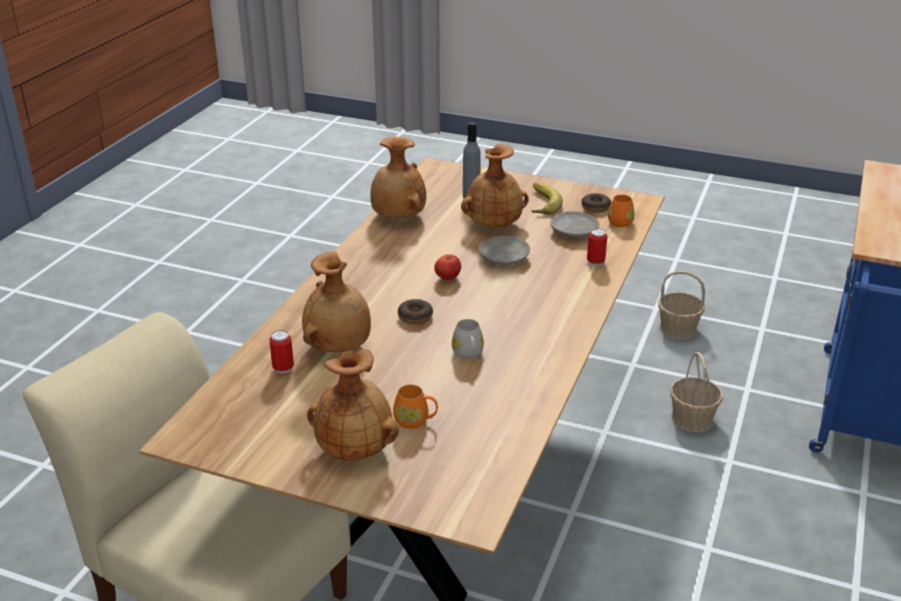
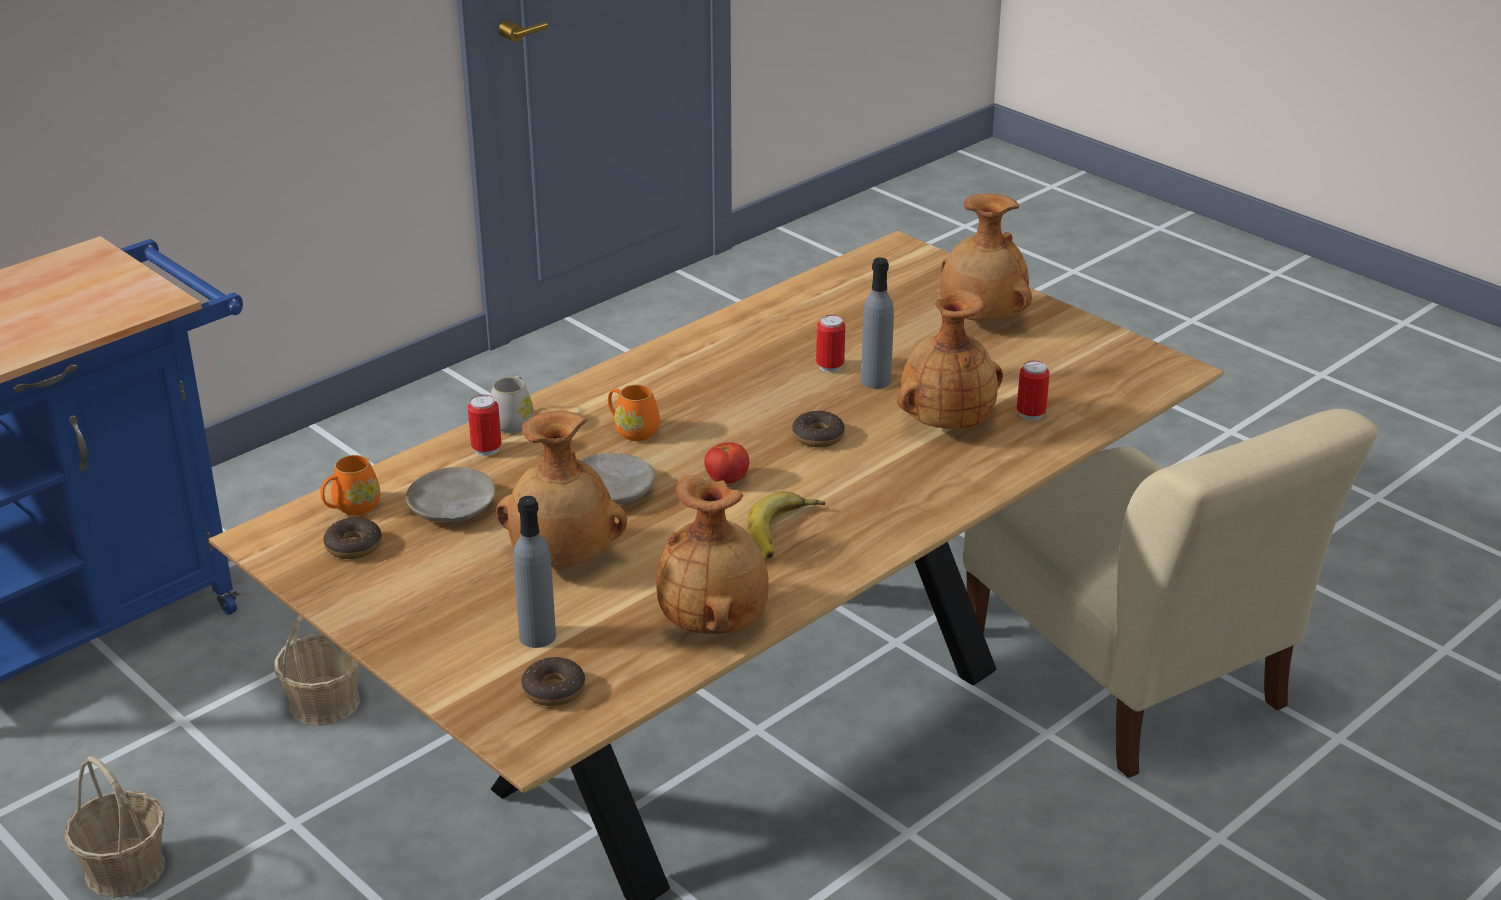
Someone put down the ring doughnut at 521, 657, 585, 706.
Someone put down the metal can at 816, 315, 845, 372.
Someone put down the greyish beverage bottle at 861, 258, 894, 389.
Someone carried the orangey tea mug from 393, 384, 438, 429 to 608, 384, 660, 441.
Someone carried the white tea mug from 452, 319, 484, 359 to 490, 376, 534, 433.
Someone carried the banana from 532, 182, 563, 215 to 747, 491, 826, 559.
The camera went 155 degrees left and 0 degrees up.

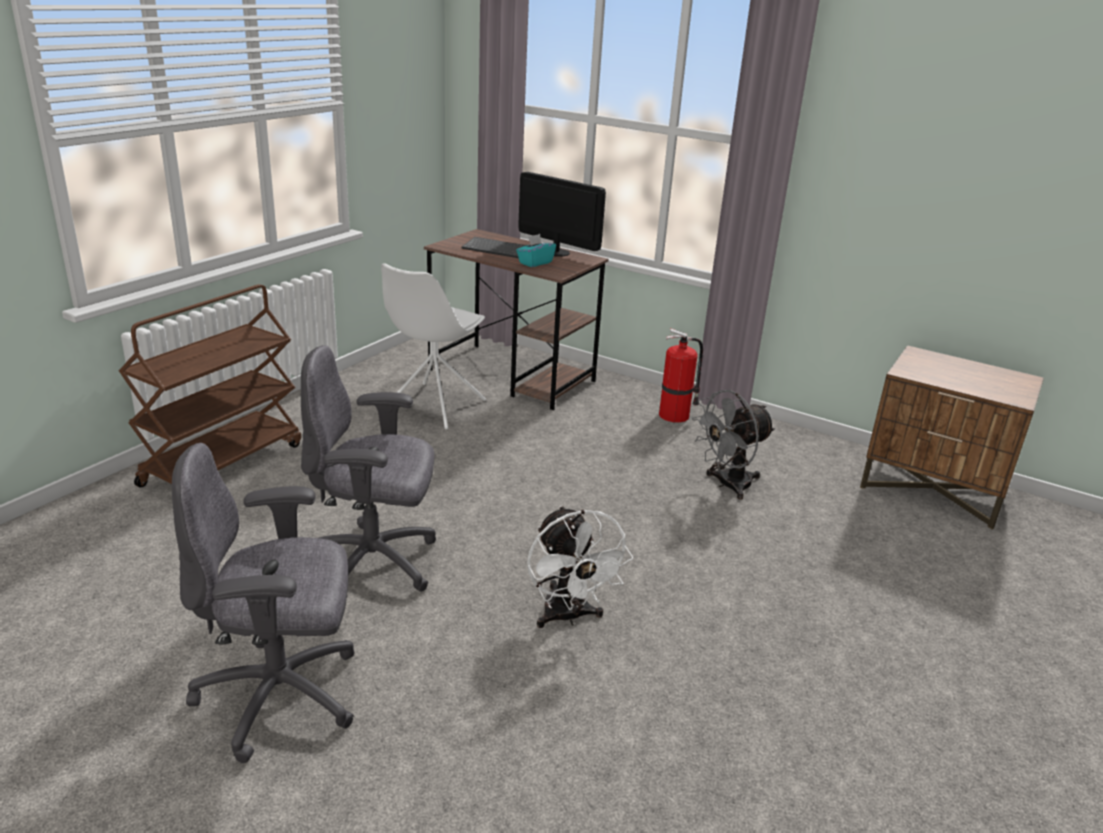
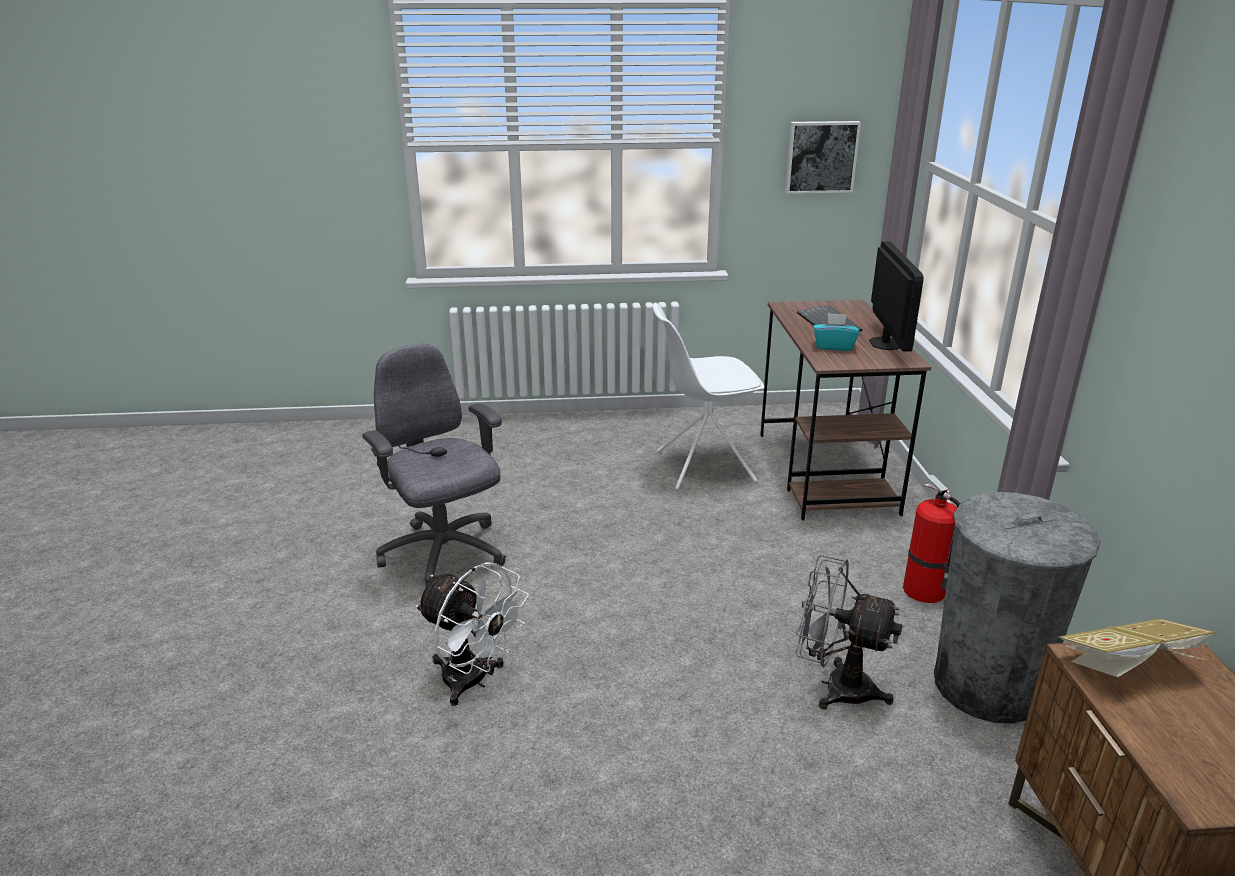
Someone took away the brownish cart at 119, 284, 301, 487.
Someone took away the greyish desk chair at 172, 443, 354, 763.
Someone put up the wall picture at 785, 121, 861, 194.
Someone put down the greyish trash can at 934, 492, 1101, 724.
Someone put down the bound book at 1058, 619, 1216, 677.
Someone rotated the white electric fan at 527, 506, 633, 628 by 90 degrees counterclockwise.
The camera went 55 degrees right and 0 degrees up.

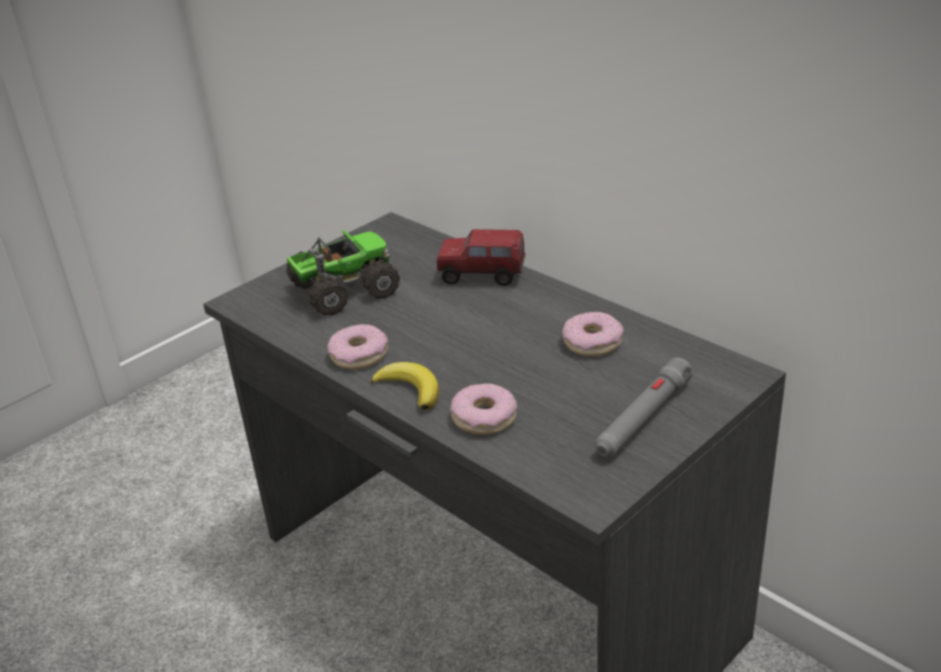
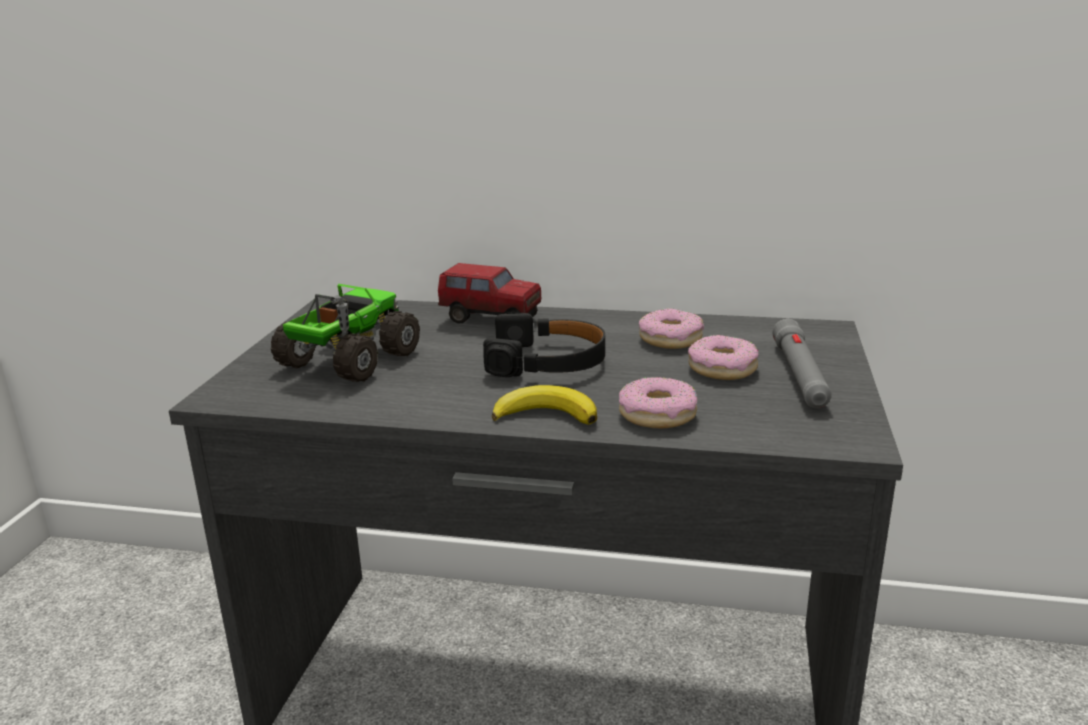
Someone put down the black-coloured headset at 483, 312, 605, 377.
Someone carried the ring doughnut from 327, 324, 388, 369 to 688, 335, 758, 380.
Someone rotated the toy lorry at 437, 229, 525, 286 by 135 degrees counterclockwise.
The camera went 35 degrees left and 10 degrees down.

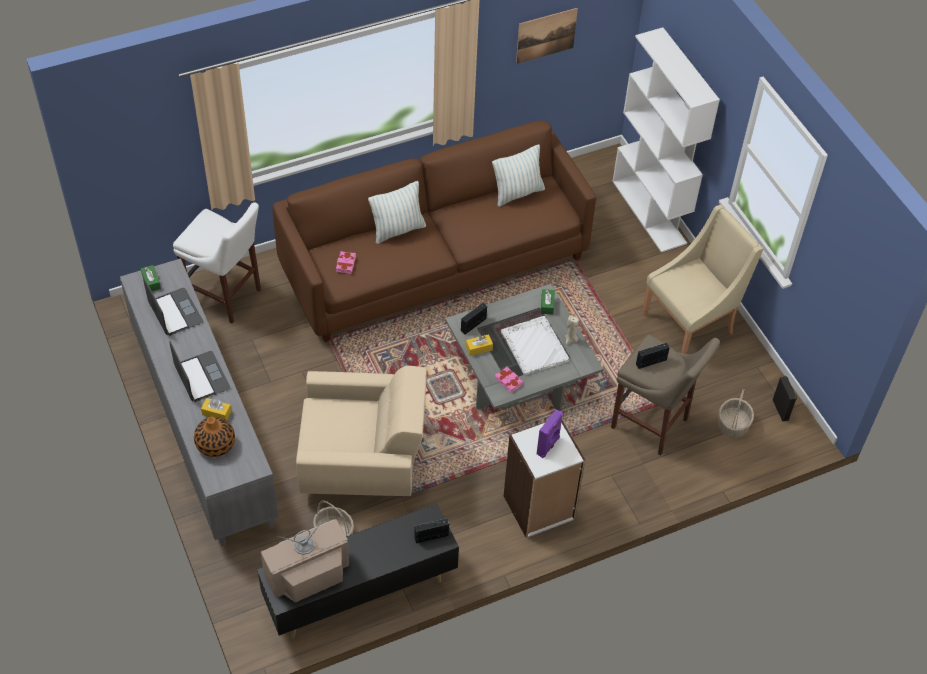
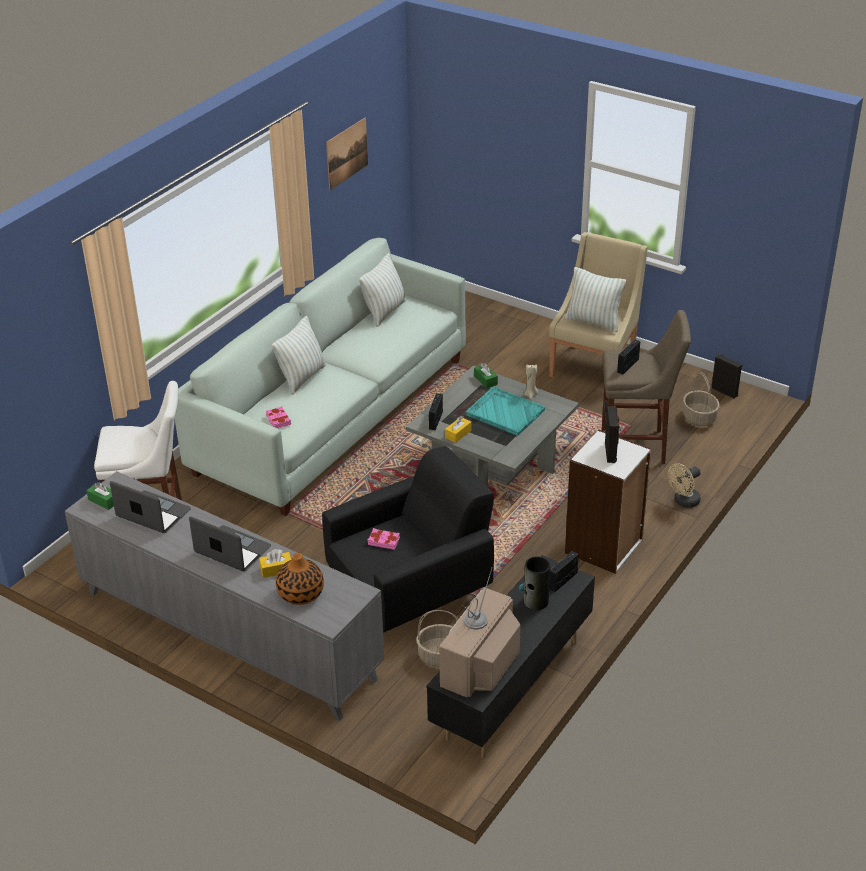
Someone took away the white bookcase at 612, 27, 720, 253.
Someone put down the decorative vase at 519, 556, 550, 610.
Someone put down the throw pillow at 565, 267, 627, 332.
Someone put down the beige electric fan at 668, 463, 701, 508.
Someone carried the pinkish bound book from 495, 367, 523, 393 to 368, 528, 400, 550.
Someone repainted the brownish couch at 273, 120, 596, 342, which became the white couch at 175, 238, 466, 516.
Someone repainted the beige armchair at 296, 366, 427, 496, which became the black-coloured armchair at 322, 446, 494, 632.
Someone repainted the white serving tray at 501, 316, 569, 375, which became the turquoise serving tray at 466, 387, 545, 436.
Someone repainted the purple audio speaker at 537, 409, 563, 458, which became the black-coloured audio speaker at 605, 406, 619, 463.
The camera went 30 degrees left and 15 degrees down.

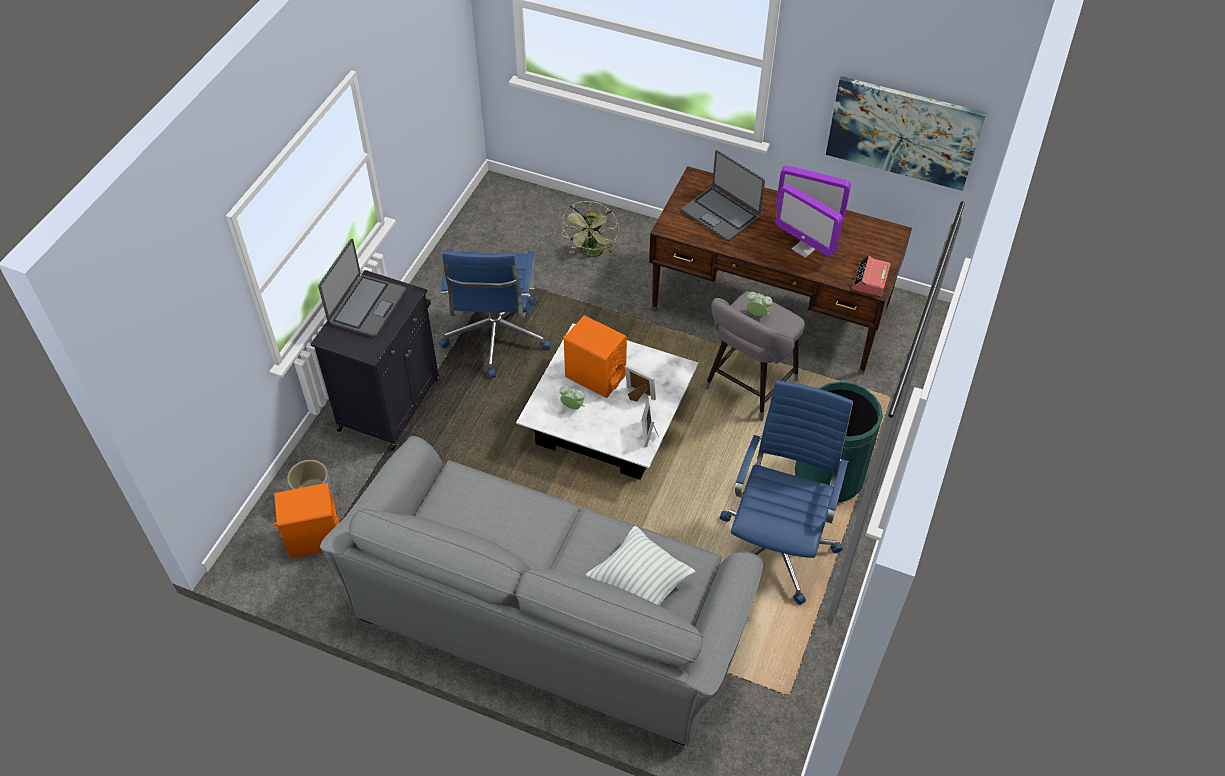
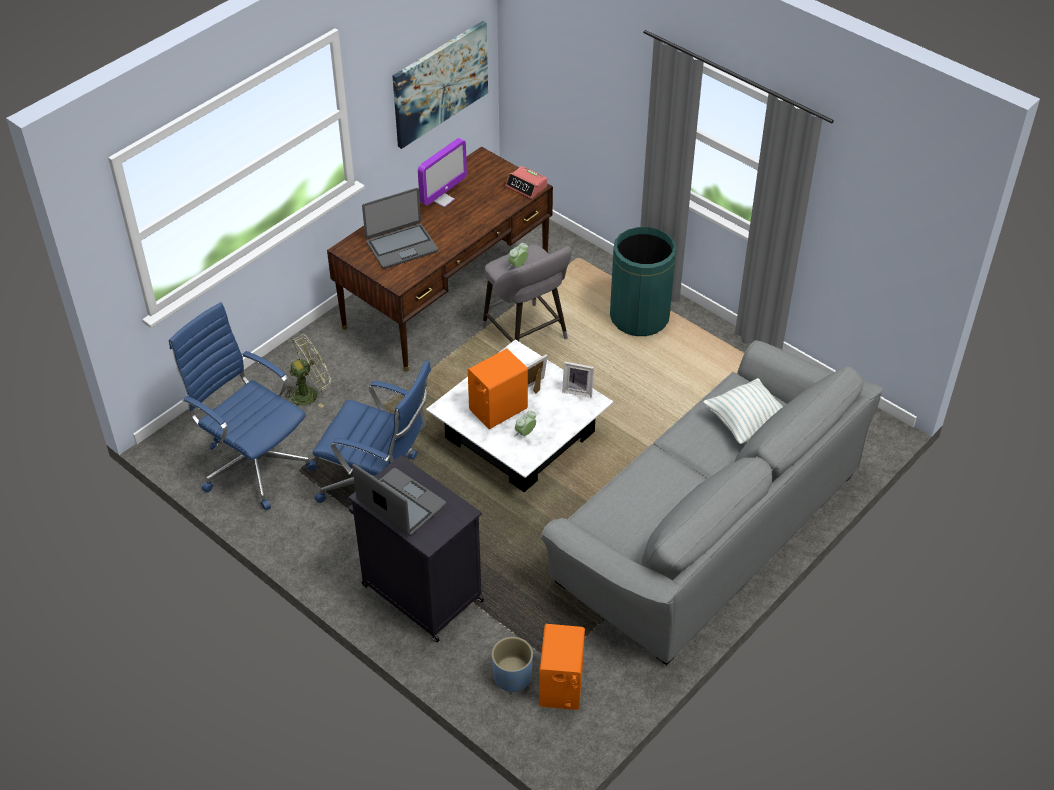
Someone took away the computer screen at 776, 184, 843, 258.
Someone carried the bluish desk chair from 720, 380, 853, 605 to 169, 302, 317, 510.
Someone rotated the green-coloured electric fan at 562, 201, 619, 257 by 60 degrees counterclockwise.
The camera went 70 degrees left and 5 degrees down.

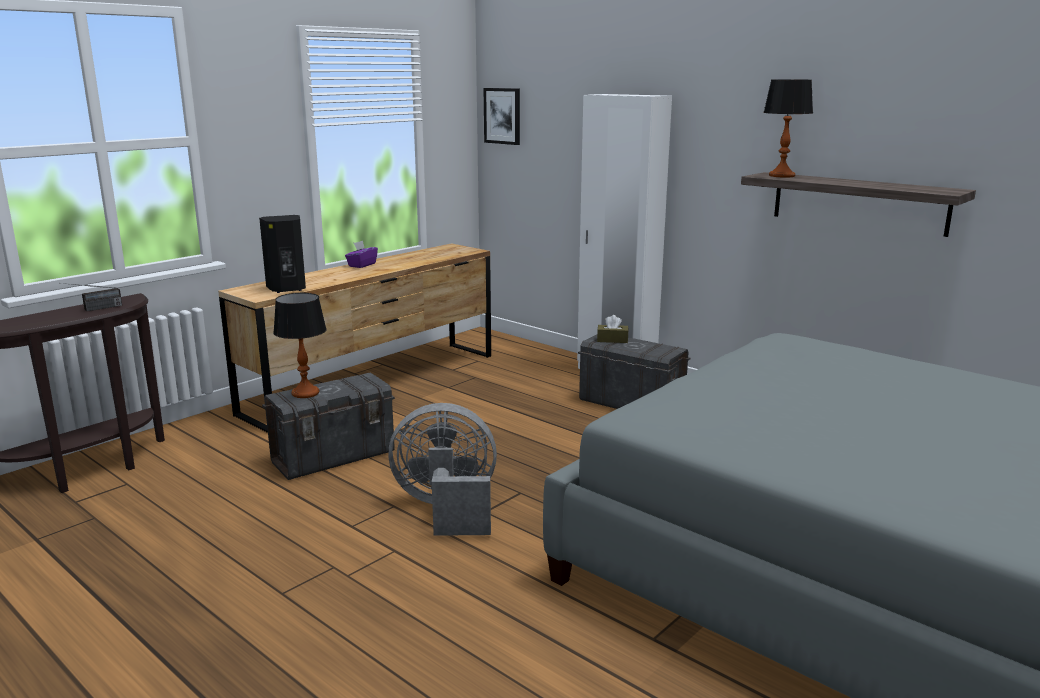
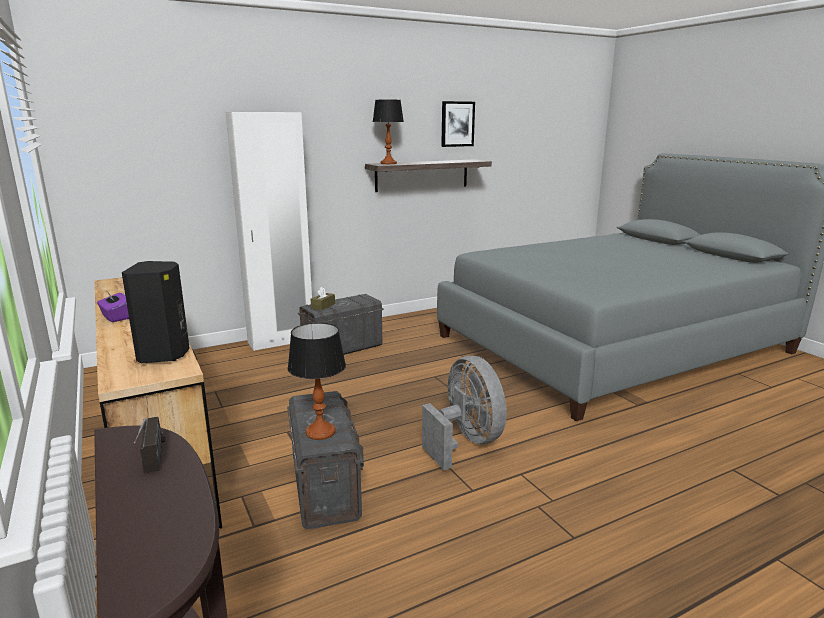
Someone carried the wall picture from 484, 88, 520, 145 to 441, 101, 475, 147.
Someone rotated the greyish electric fan at 388, 403, 497, 536 by 135 degrees clockwise.
The camera went 70 degrees left and 0 degrees up.

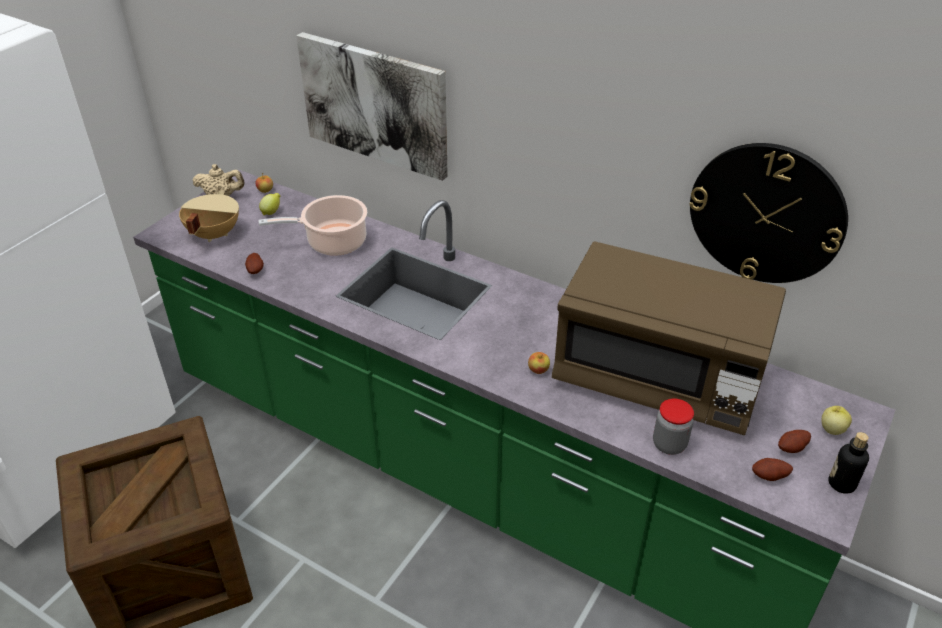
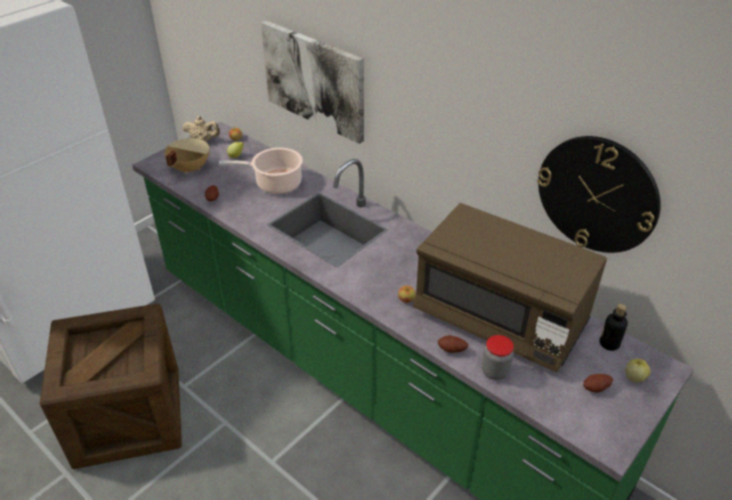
Someone carried the potato from 752, 458, 793, 481 to 438, 335, 469, 353.
Someone carried the beverage bottle from 828, 432, 869, 494 to 599, 304, 628, 351.
The camera went 10 degrees right and 0 degrees up.

